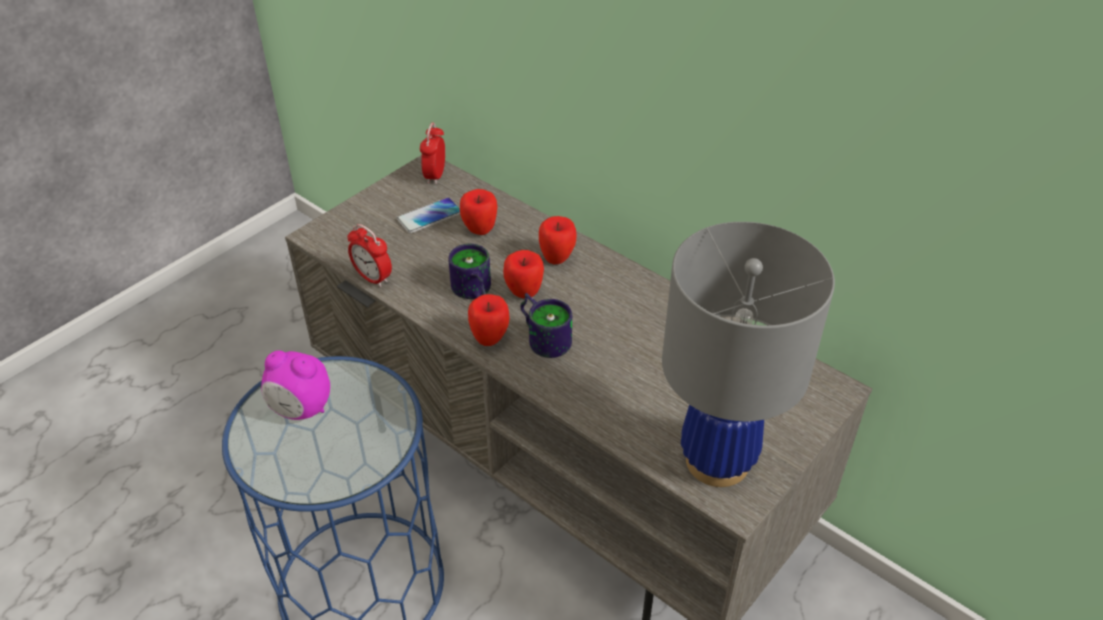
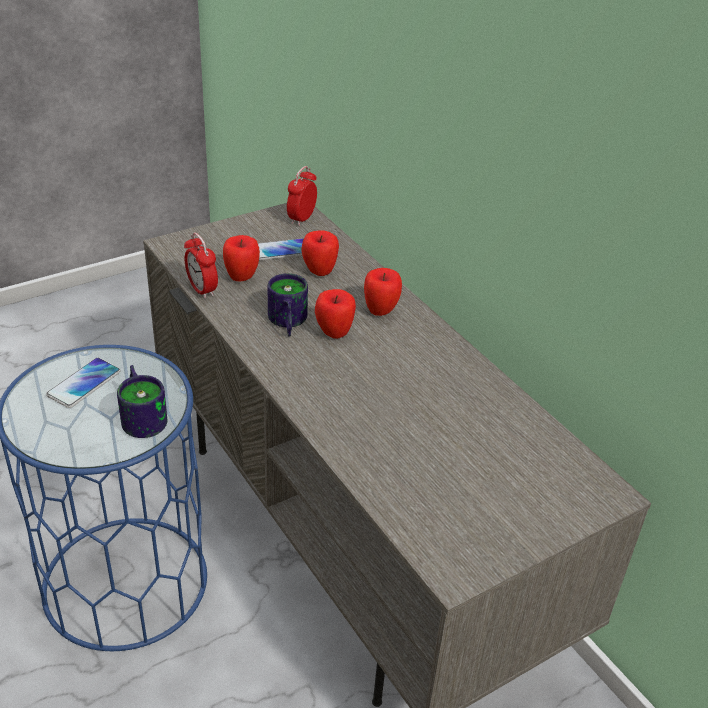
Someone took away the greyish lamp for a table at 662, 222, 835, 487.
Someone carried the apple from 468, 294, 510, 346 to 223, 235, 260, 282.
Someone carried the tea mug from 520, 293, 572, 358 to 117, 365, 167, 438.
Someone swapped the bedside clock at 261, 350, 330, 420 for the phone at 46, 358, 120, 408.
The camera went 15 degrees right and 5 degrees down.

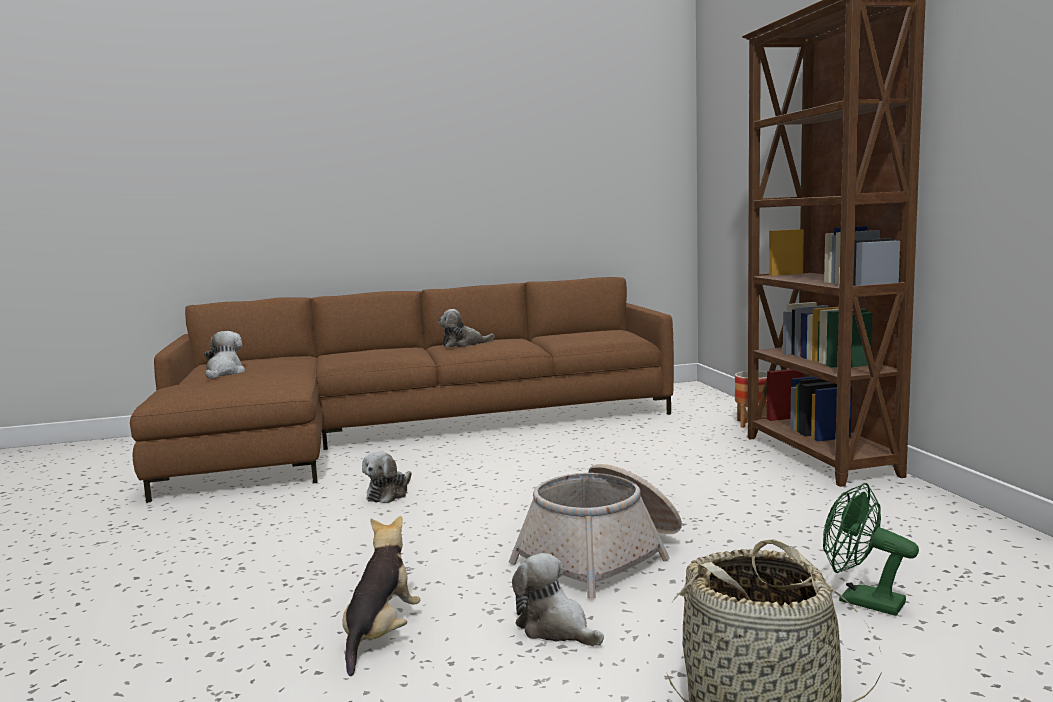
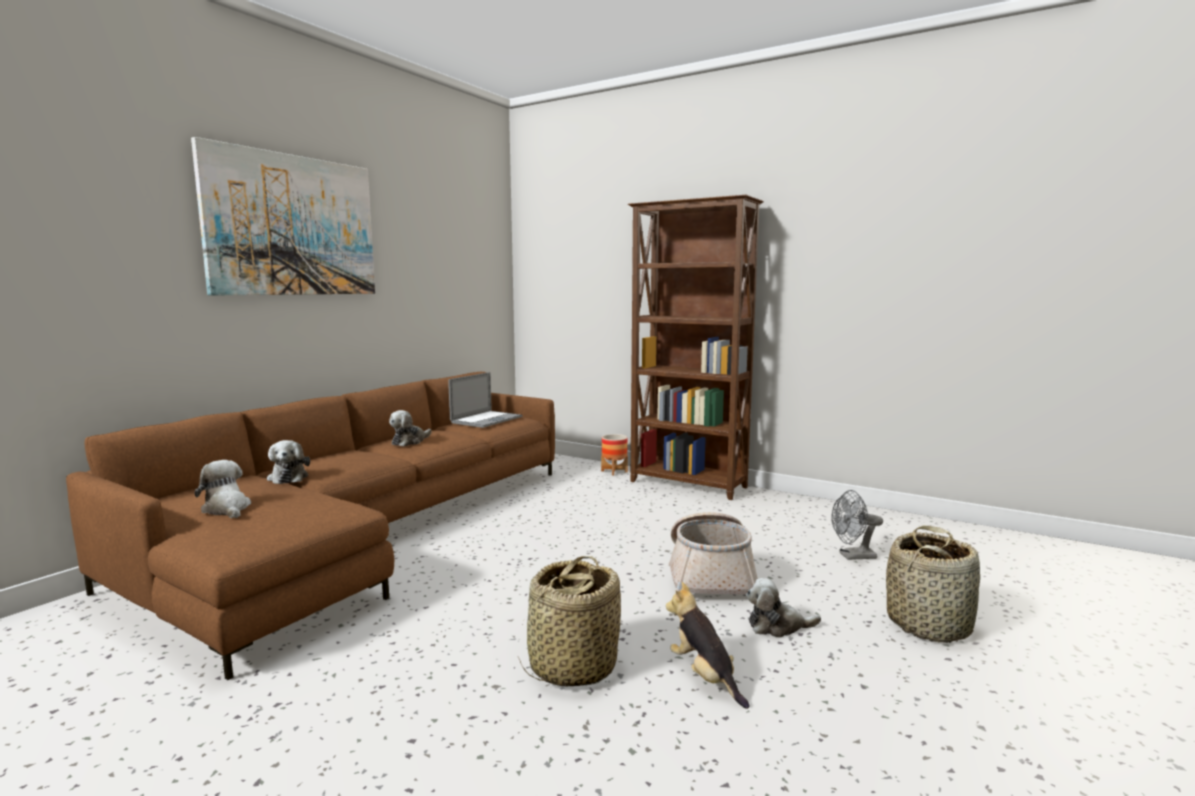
Someone put up the wall picture at 191, 137, 375, 296.
Someone put down the notebook computer at 448, 372, 522, 428.
Someone put down the basket at 518, 556, 621, 687.
Someone carried the plush toy from 362, 452, 411, 503 to 267, 440, 310, 484.
Someone repainted the green-coloured electric fan at 823, 483, 919, 616, which became the greyish electric fan at 832, 490, 883, 560.
The camera went 45 degrees left and 0 degrees up.

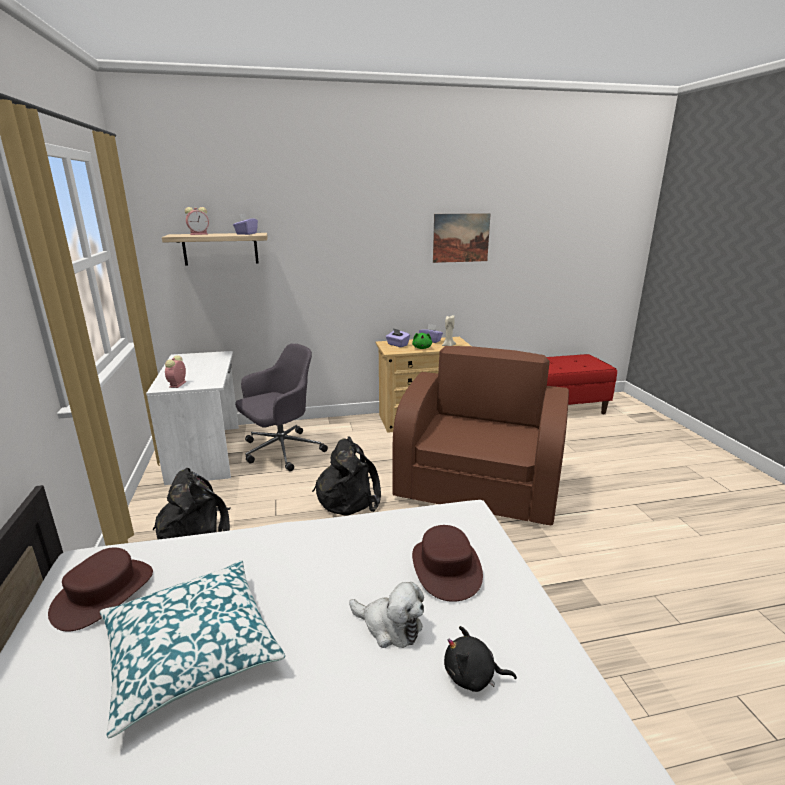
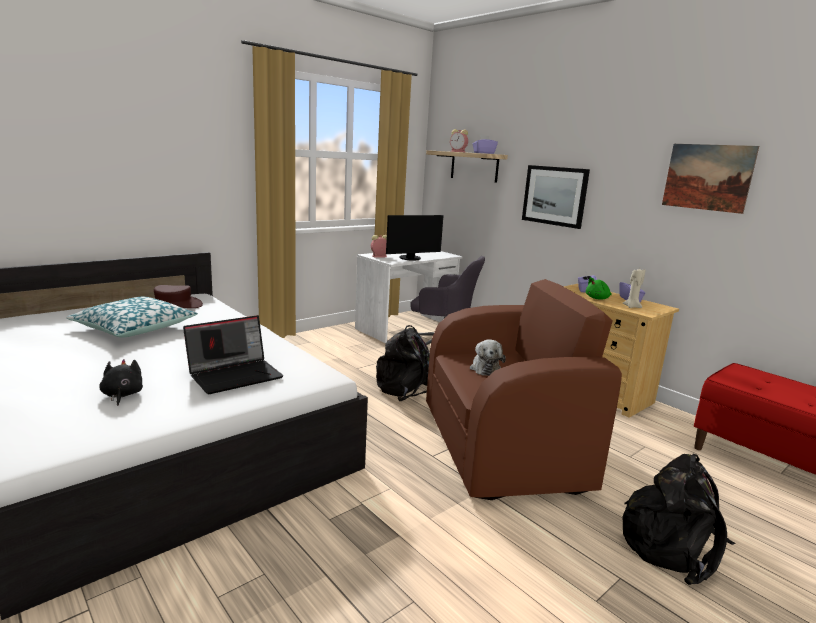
Someone put down the computer screen at 386, 215, 443, 261.
Someone put up the wall picture at 522, 165, 590, 229.
Someone carried the black-coloured backpack from 153, 468, 231, 539 to 622, 454, 735, 585.
Someone carried the plush toy from 349, 582, 424, 648 to 470, 339, 506, 376.
Someone swapped the brownish hat at 412, 525, 483, 602 for the notebook computer at 183, 315, 283, 394.
The camera went 60 degrees right and 5 degrees down.

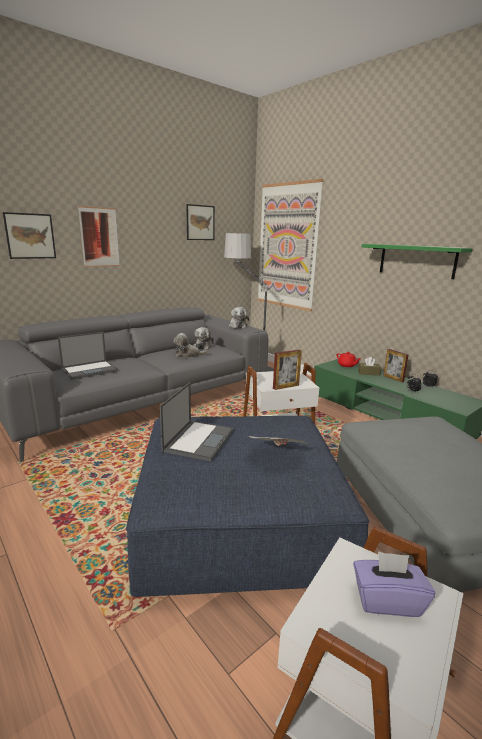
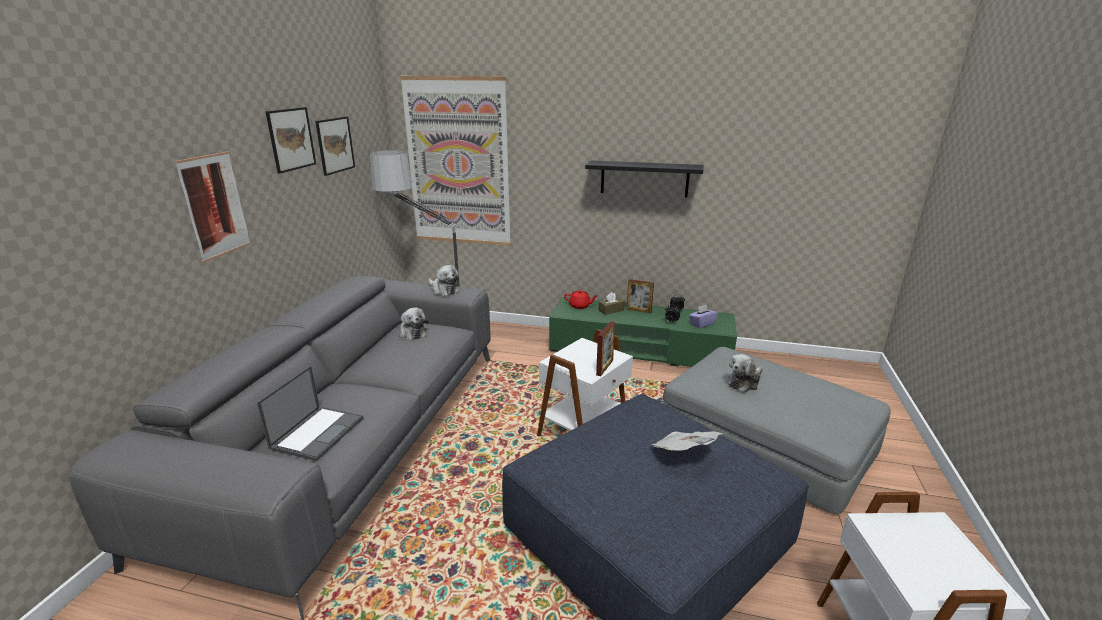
Someone took away the notebook computer at 160, 382, 233, 462.
Someone carried the wall picture from 3, 212, 56, 259 to 265, 107, 316, 174.
Someone carried the plush toy from 173, 333, 208, 358 to 728, 354, 763, 393.
Someone carried the purple tissue holder from 353, 551, 435, 617 to 689, 304, 718, 328.
Someone repainted the green-coloured bracket shelf at 362, 244, 473, 279, which became the black-coloured bracket shelf at 585, 161, 703, 197.
The camera went 35 degrees left and 5 degrees up.

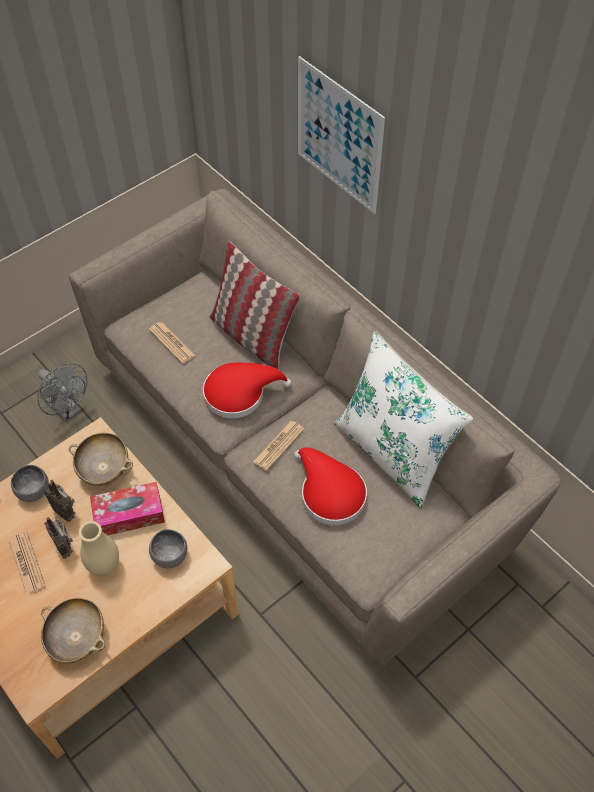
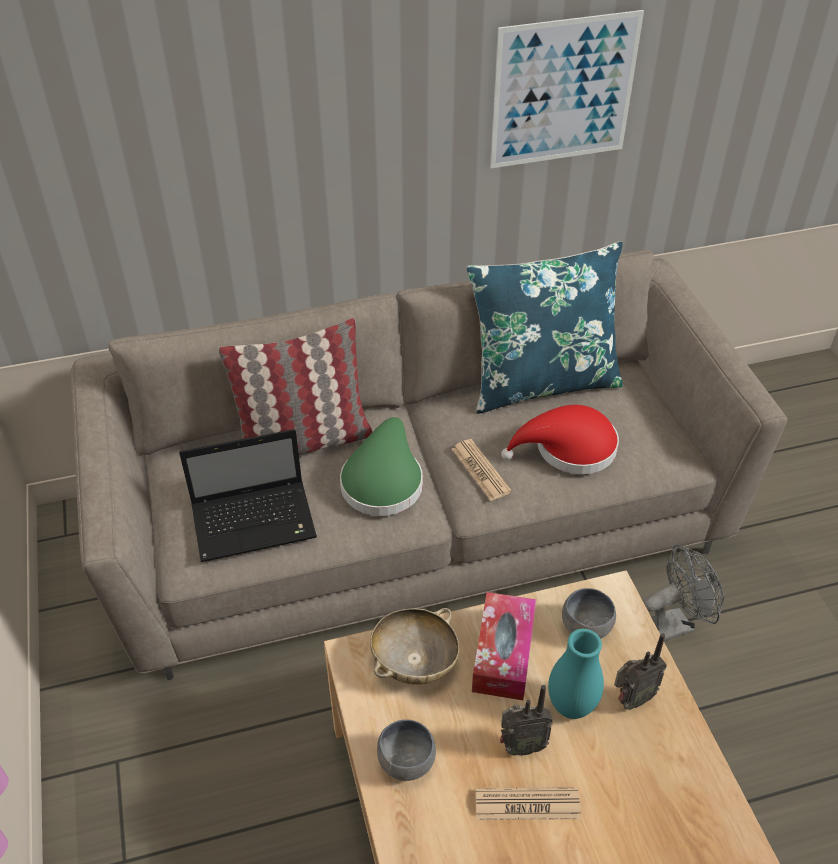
Someone took away the beige bowl at 41, 598, 105, 664.
Someone carried the greyish electric fan from 37, 363, 88, 422 to 643, 544, 724, 642.
Someone carried the radio set from 44, 480, 76, 522 to 614, 633, 667, 710.
Someone carried the wall picture from 298, 56, 385, 214 to 490, 10, 644, 168.
Someone swapped the daily paper at 149, 322, 196, 364 for the notebook computer at 179, 429, 317, 562.
Someone repainted the beige decorative vase at 79, 521, 119, 576, which became the turquoise decorative vase at 548, 629, 604, 719.
Someone repainted the red-coloured hat at 203, 363, 292, 419, which became the green-coloured hat at 340, 417, 423, 516.
Someone repainted the white throw pillow at 334, 331, 473, 509, which became the bluish throw pillow at 466, 241, 623, 413.
The camera went 65 degrees left and 10 degrees down.

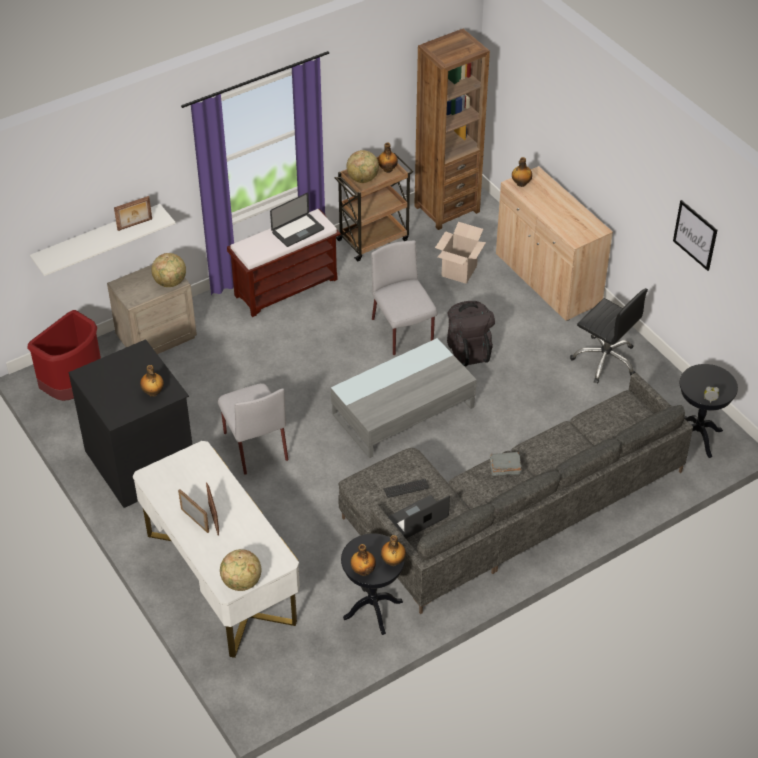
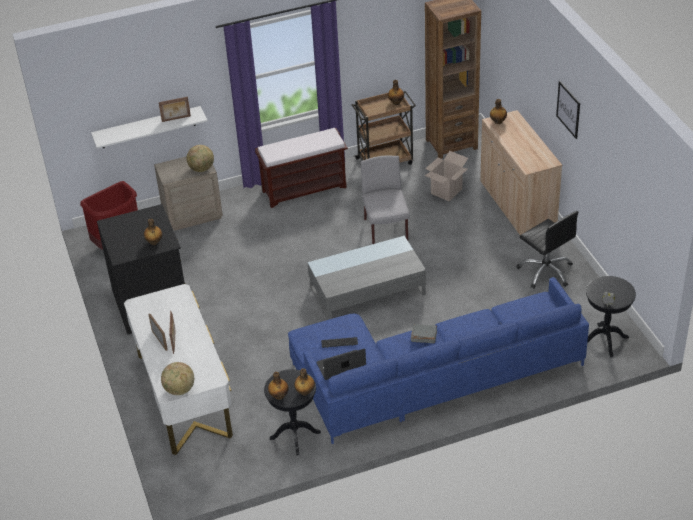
Someone took away the greyish upright chair at 218, 384, 288, 475.
Someone took away the notebook computer at 270, 193, 324, 247.
Someone took away the desk globe at 347, 150, 379, 183.
Someone took away the black-coloured backpack at 447, 301, 495, 366.
Someone carried the wall picture from 673, 200, 717, 271 to 556, 81, 580, 139.
Someone repainted the greyish couch at 338, 373, 693, 614, which became the bluish couch at 288, 277, 589, 444.
The camera went 15 degrees right and 5 degrees down.

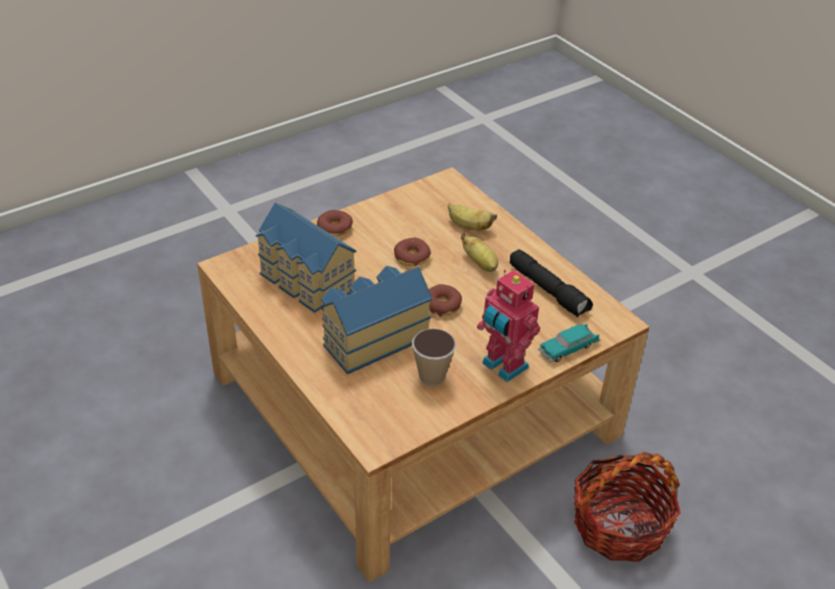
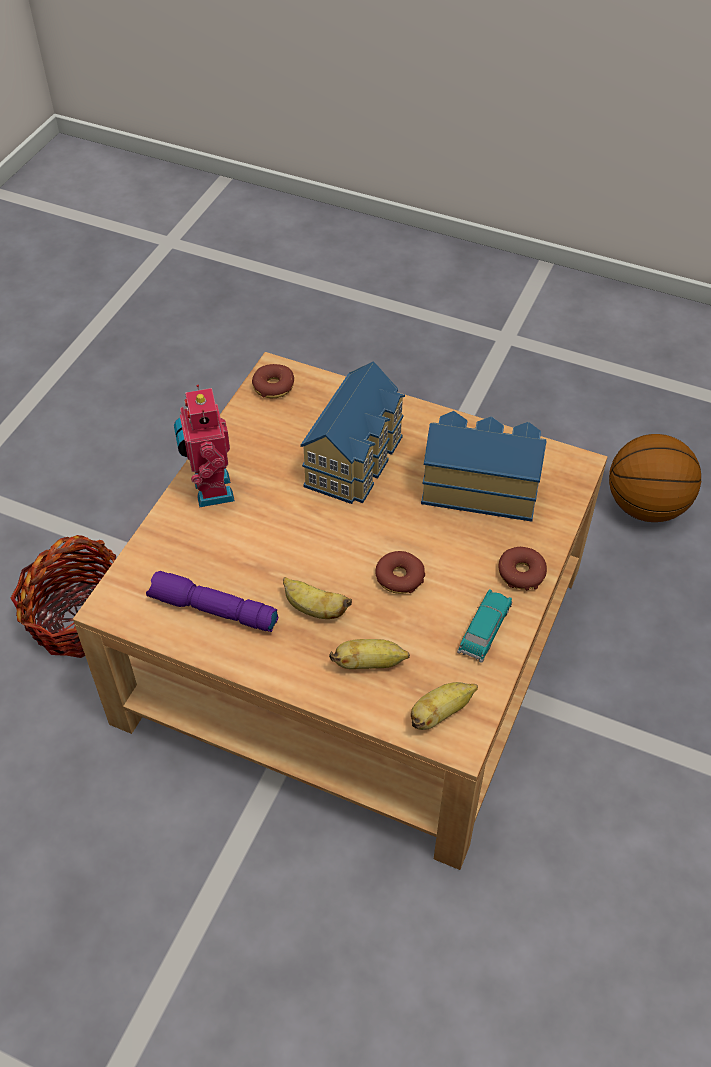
Someone took away the drinking cup at 412, 328, 456, 386.
Someone put down the banana at 411, 682, 478, 730.
Someone put down the basketball ball at 609, 434, 701, 522.
Someone carried the ring doughnut from 429, 284, 462, 317 to 252, 364, 294, 398.
Someone carried the miniature car from 538, 324, 600, 362 to 457, 589, 512, 663.
Someone repainted the black-coloured flashlight at 509, 249, 593, 317, which became the purple flashlight at 146, 571, 278, 632.
Someone rotated the robot figure at 477, 270, 540, 382 by 120 degrees counterclockwise.
The camera went 150 degrees right and 10 degrees up.

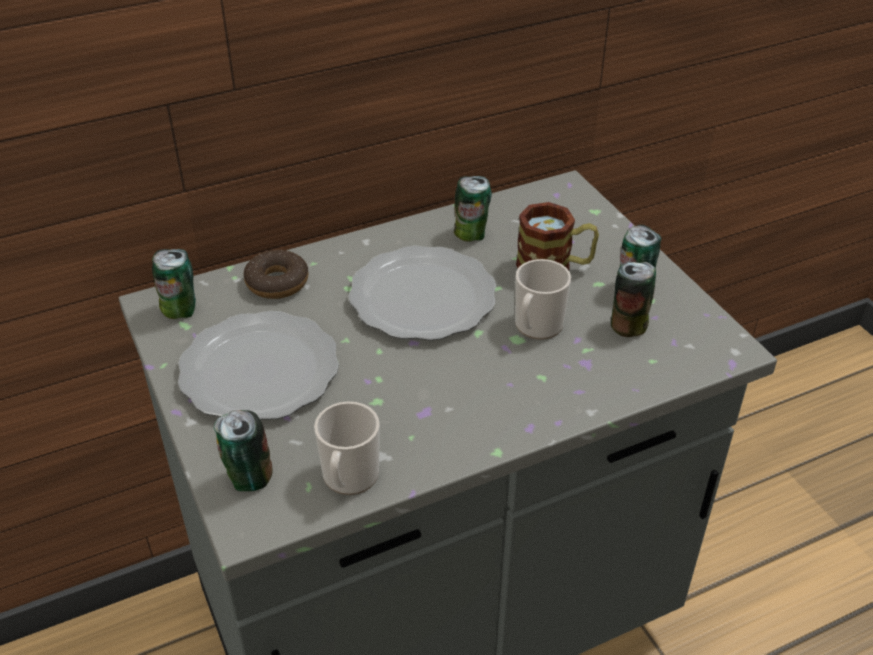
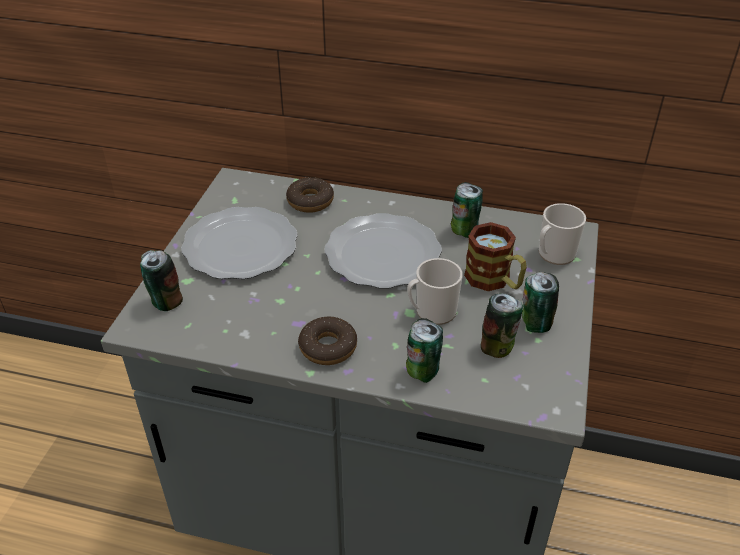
Someone put down the ring doughnut at 298, 317, 357, 365.
Someone carried the metal can from 152, 249, 196, 319 to 406, 318, 443, 383.
Someone carried the tea mug from 314, 401, 380, 495 to 539, 203, 586, 265.
The camera went 40 degrees right and 0 degrees up.

